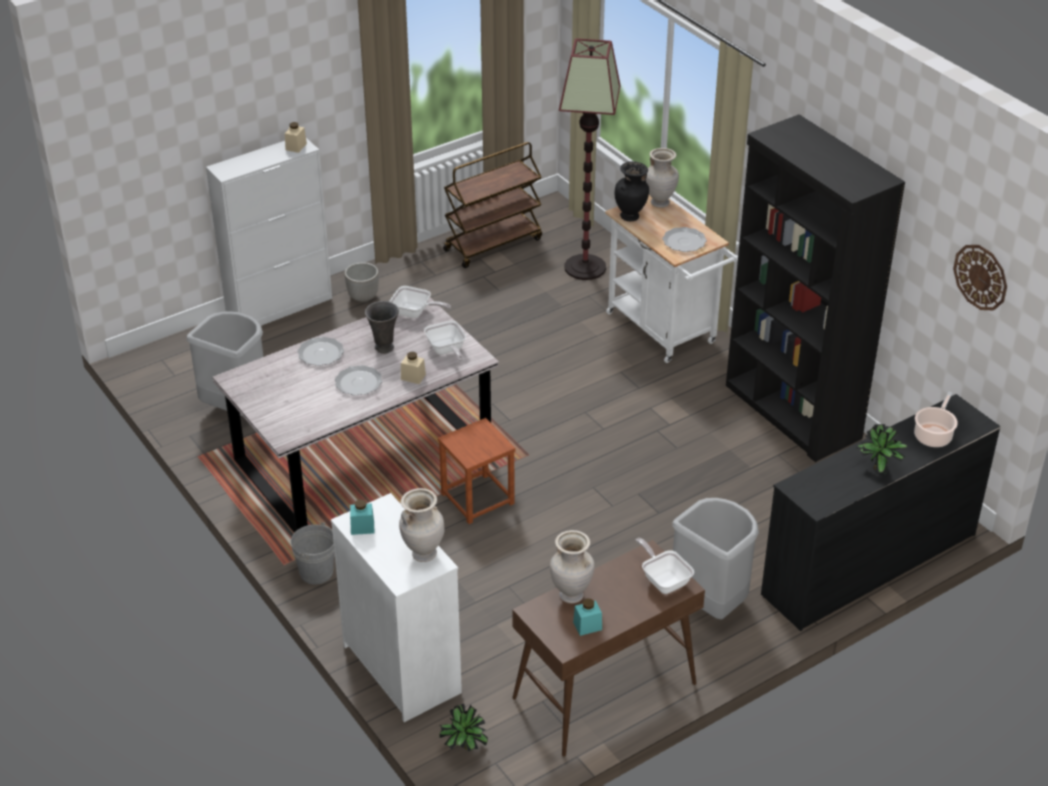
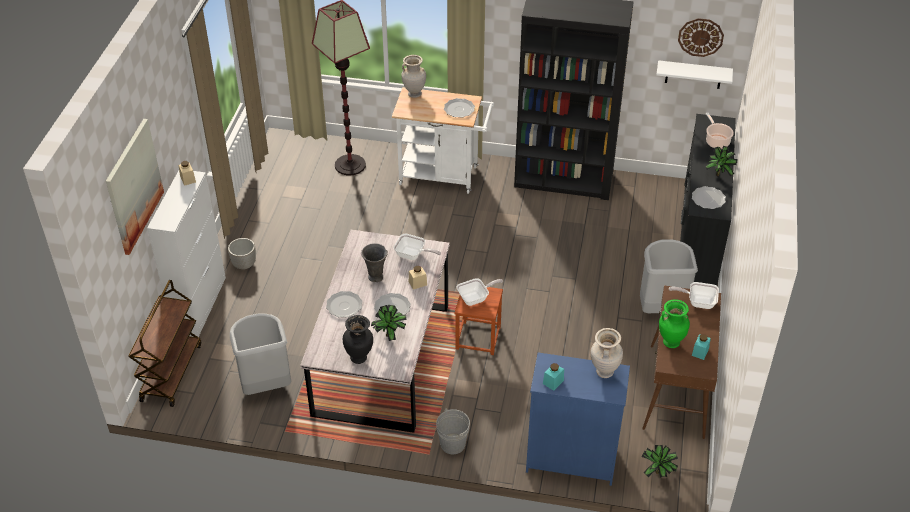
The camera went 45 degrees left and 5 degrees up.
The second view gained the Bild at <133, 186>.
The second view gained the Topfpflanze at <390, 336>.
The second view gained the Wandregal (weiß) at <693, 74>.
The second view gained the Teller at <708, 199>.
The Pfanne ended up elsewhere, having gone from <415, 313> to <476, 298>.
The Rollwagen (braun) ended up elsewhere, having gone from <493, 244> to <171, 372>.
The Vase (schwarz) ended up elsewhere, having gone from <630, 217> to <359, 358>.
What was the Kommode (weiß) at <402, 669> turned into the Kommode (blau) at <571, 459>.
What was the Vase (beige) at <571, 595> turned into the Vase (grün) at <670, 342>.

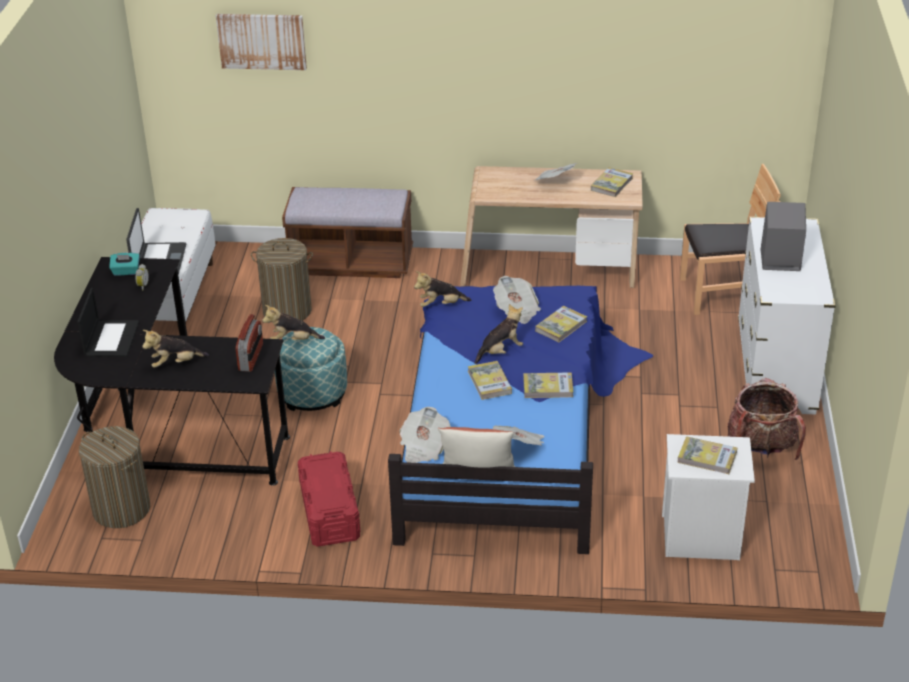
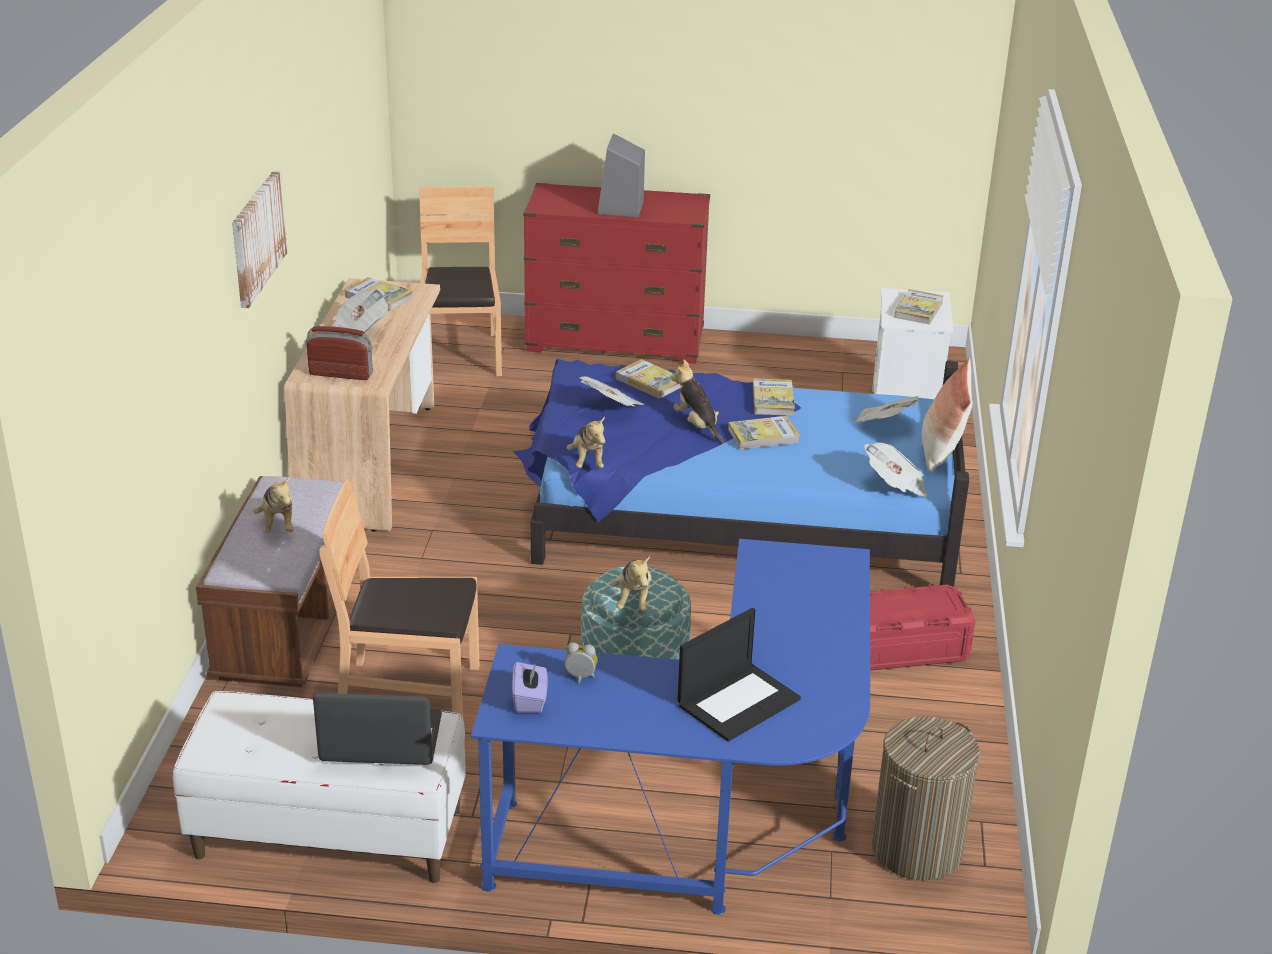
The camera went 90 degrees left and 5 degrees down.
The second view lost the Rucksack at <761, 448>.
The Plüschtier ended up elsewhere, having gone from <175, 363> to <277, 524>.
The Bild ended up elsewhere, having gone from <262, 41> to <257, 237>.
The Radio ended up elsewhere, having gone from <251, 357> to <341, 374>.
Where the Wäschekorb stood at <287, 311>, the Stuhl (braun) came to stand at <409, 694>.
What was the Schreibtisch (schwarz) at <166, 426> turned into the Schreibtisch (blau) at <712, 814>.
What was the Taschentuchbox (türkis) at <126, 271> turned into the Taschentuchbox (lila) at <530, 700>.
What was the Kommode (weiß) at <776, 368> turned into the Kommode (rot) at <615, 342>.
The Laptop at <111, 338> ended up facing another way, 135 degrees clockwise from before.

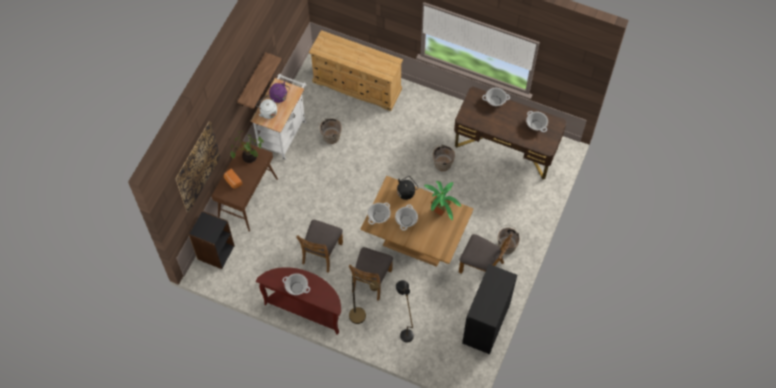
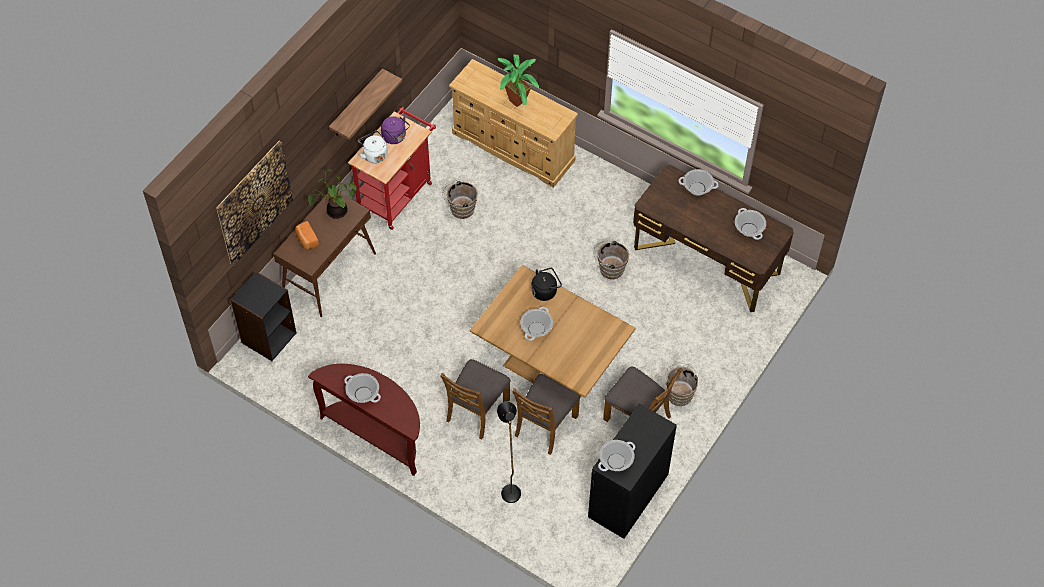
The camera went 10 degrees right and 5 degrees down.
The second view lost the Stehlampe (braun) at <362, 317>.
The Stuhl (braun) ended up elsewhere, having gone from <321, 253> to <545, 425>.
The Kochtopf ended up elsewhere, having gone from <379, 216> to <616, 461>.
The Topfpflanze ended up elsewhere, having gone from <441, 212> to <518, 103>.
What was the Rollwagen (weiß) at <283, 132> turned into the Rollwagen (rot) at <397, 193>.

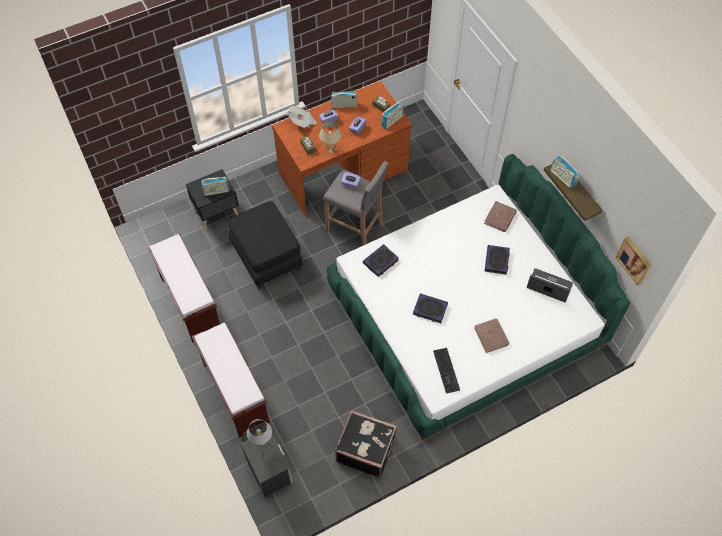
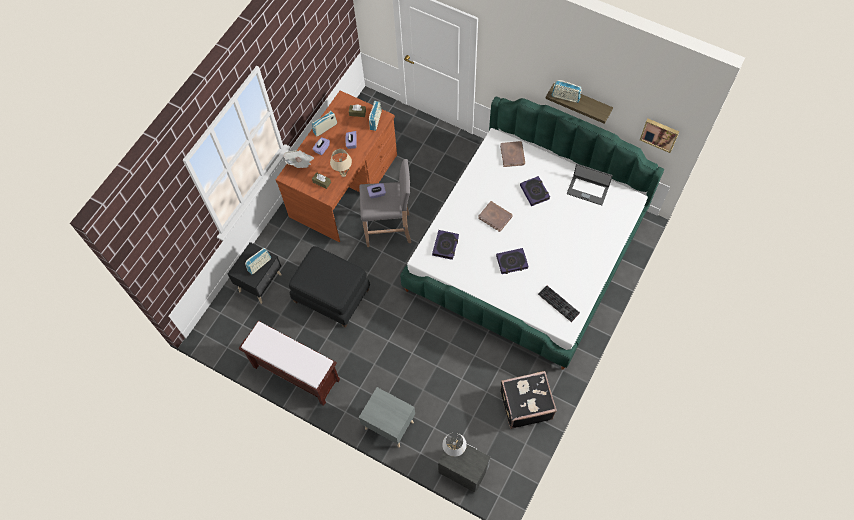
The camera went 30 degrees left and 5 degrees up.
The Buch (braun) ended up elsewhere, having gone from <491, 336> to <495, 217>.
Where the Bank (braun) stood at <235, 392>, the Nachttisch (grau) came to stand at <389, 424>.
The Laptop at <549, 286> ended up facing another way, 150 degrees counterclockwise from before.

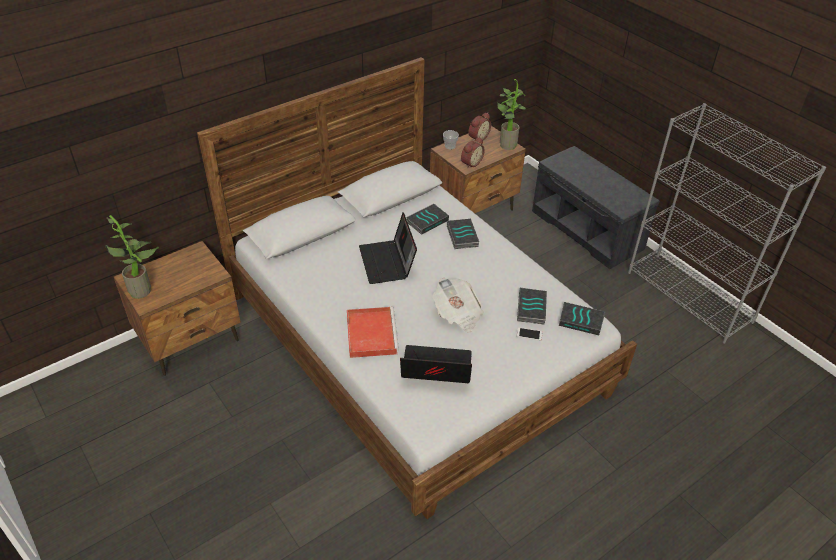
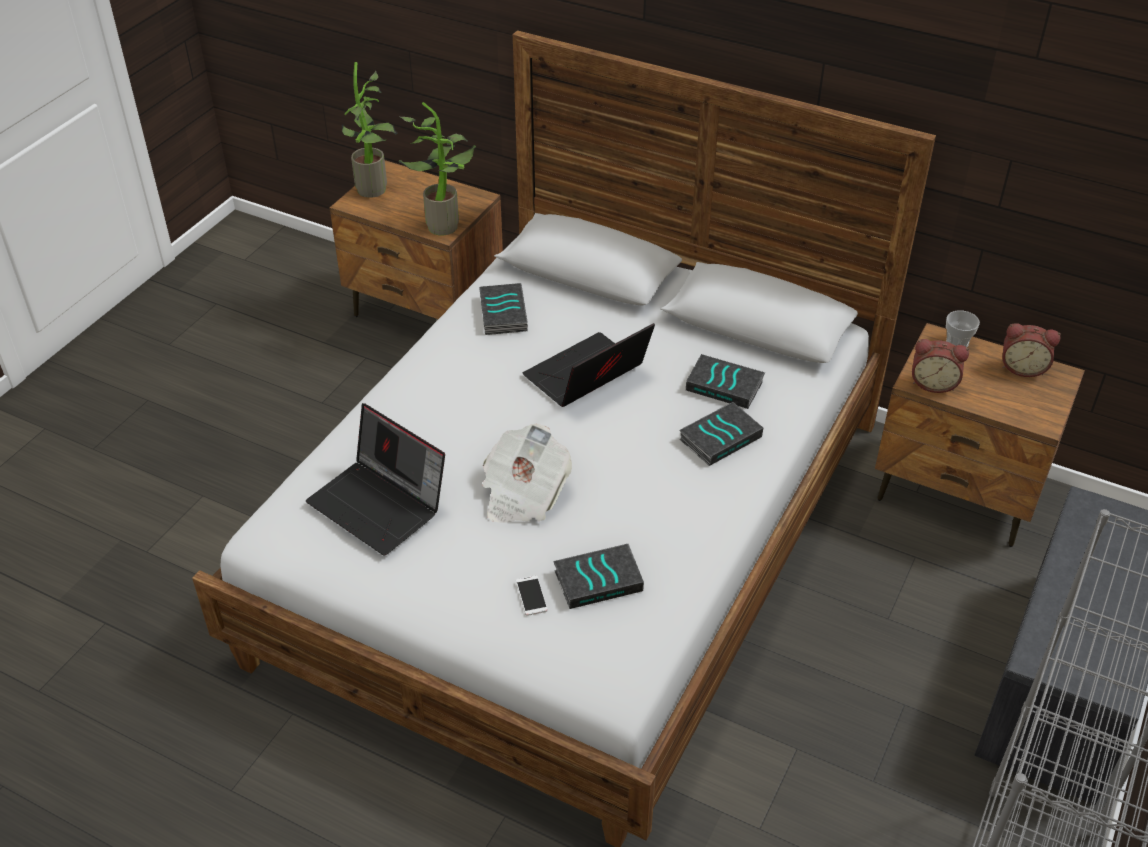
The camera went 65 degrees right and 0 degrees up.
The second view lost the Tablett (rot) at <371, 333>.
The Topfpflanze ended up elsewhere, having gone from <506, 144> to <445, 224>.
The Buch ended up elsewhere, having gone from <581, 321> to <505, 314>.
The Laptop at <435, 370> ended up facing another way, 150 degrees clockwise from before.

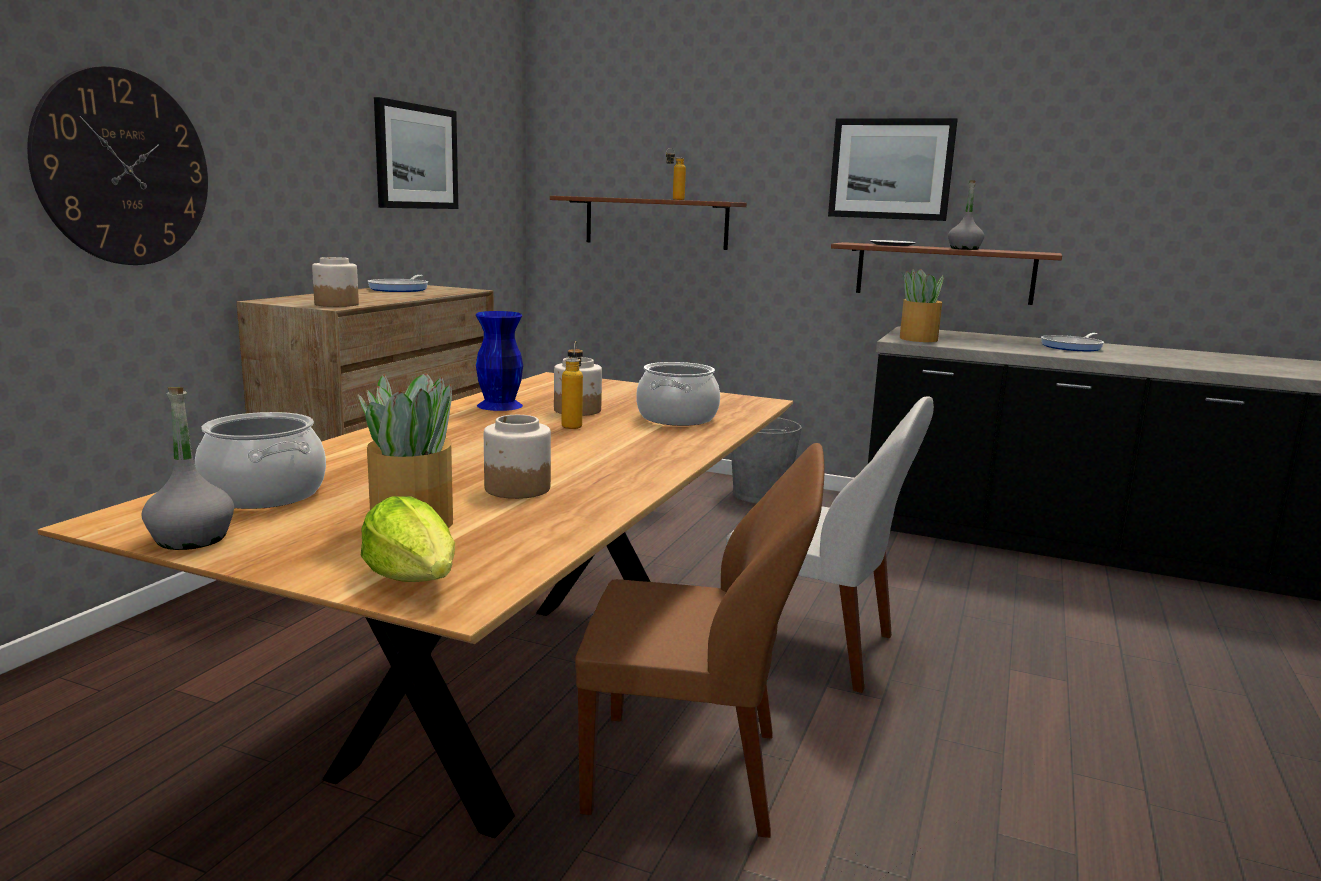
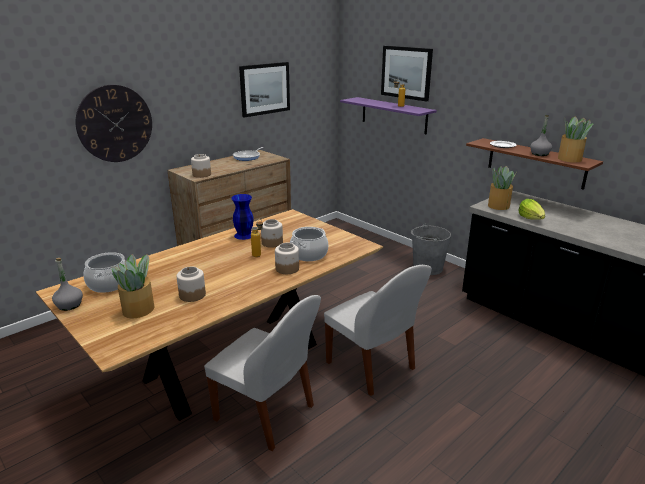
The camera went 25 degrees right and 10 degrees up.
The second view lost the Pfanne at <1073, 347>.
The second view gained the Vorratsglas at <287, 269>.
The second view gained the Topfpflanze at <569, 159>.
The Salatkopf ended up elsewhere, having gone from <414, 578> to <531, 218>.
The Bild ended up elsewhere, having gone from <891, 169> to <406, 72>.
What was the Wandregal (braun) at <656, 222> turned into the Wandregal (lila) at <394, 115>.
What was the Stuhl (braun) at <690, 773> turned into the Stuhl (weiß) at <266, 414>.

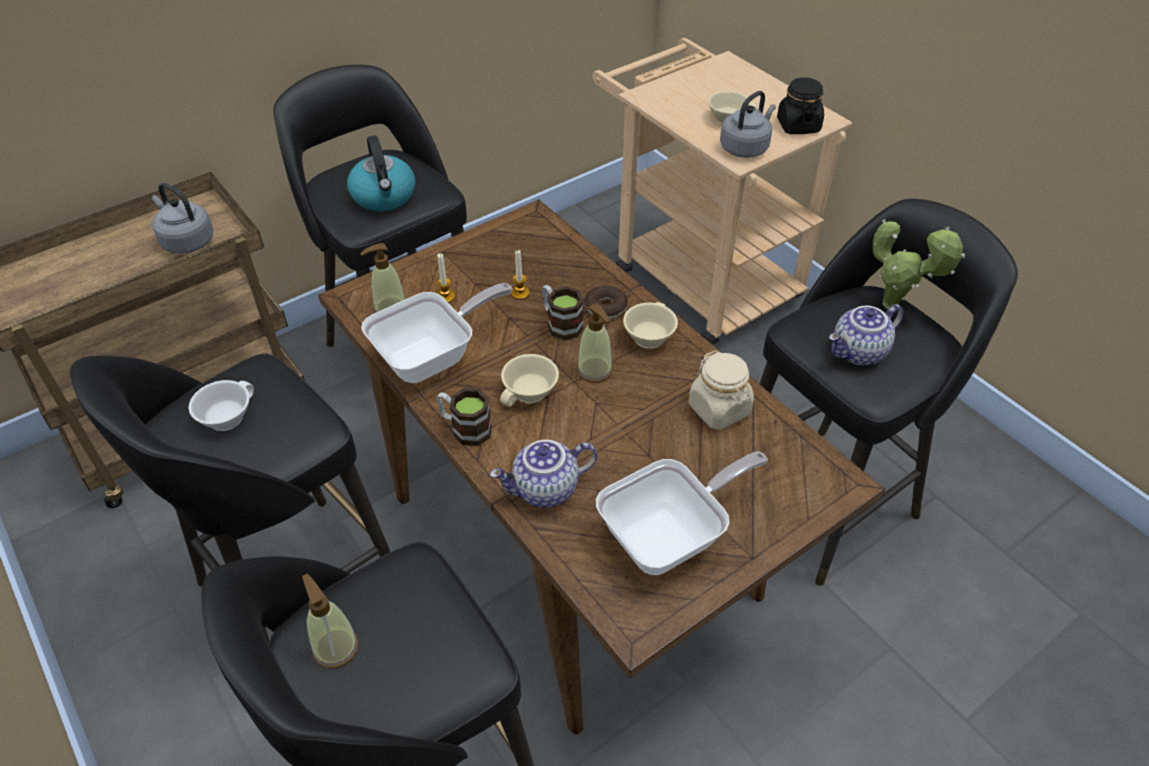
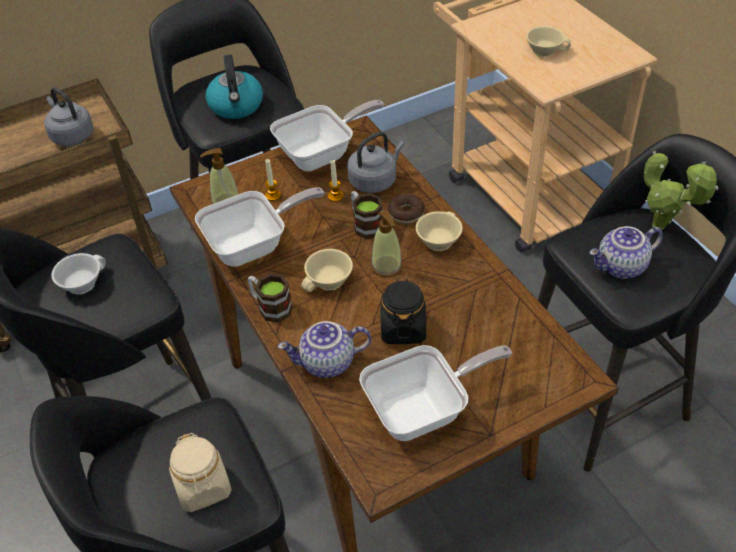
The camera went 10 degrees right and 0 degrees up.
The second view lost the Seifenspender at <335, 647>.
The second view gained the Pfanne at <322, 154>.
The Vorratsglas (beige) ended up elsewhere, having gone from <719, 409> to <203, 487>.
The Wasserkessel (grau) ended up elsewhere, having gone from <745, 147> to <375, 181>.
The Vorratsglas (schwarz) ended up elsewhere, having gone from <798, 126> to <403, 328>.

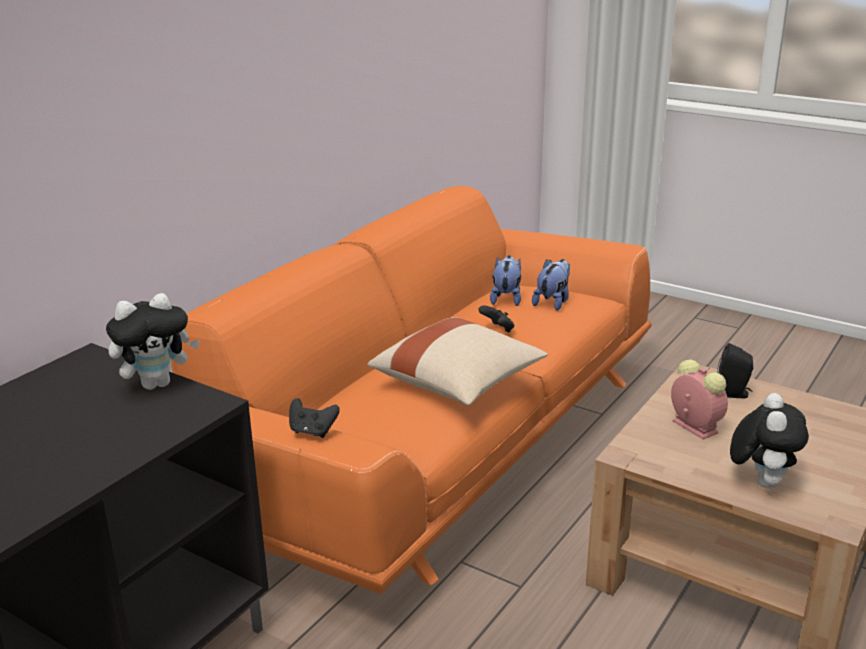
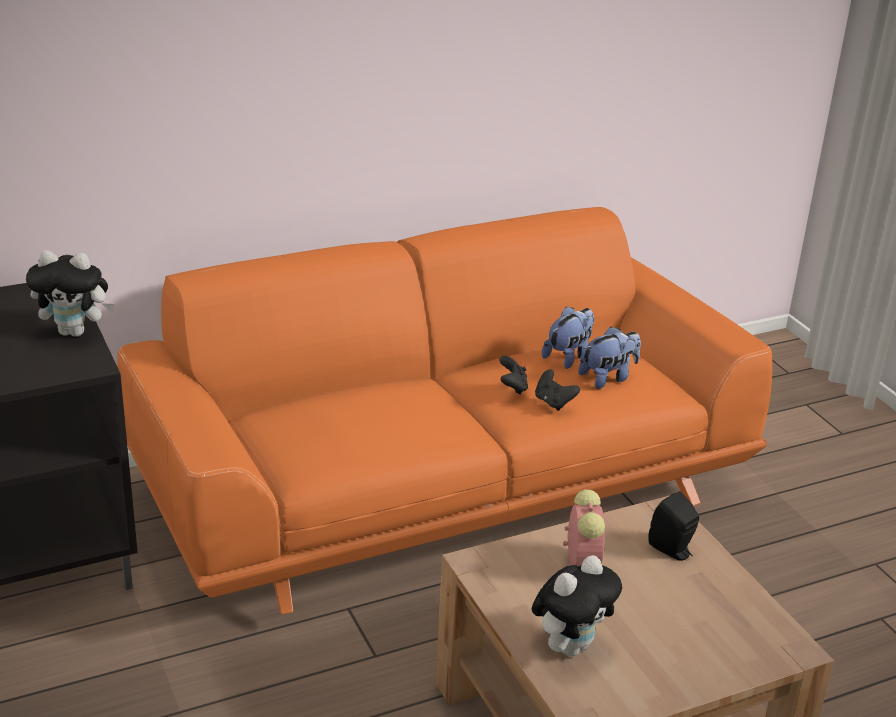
The camera went 30 degrees right and 5 degrees up.
The second view lost the Kissen (beige) at <458, 383>.
The Gamepad (schwarz) ended up elsewhere, having gone from <312, 431> to <553, 402>.

